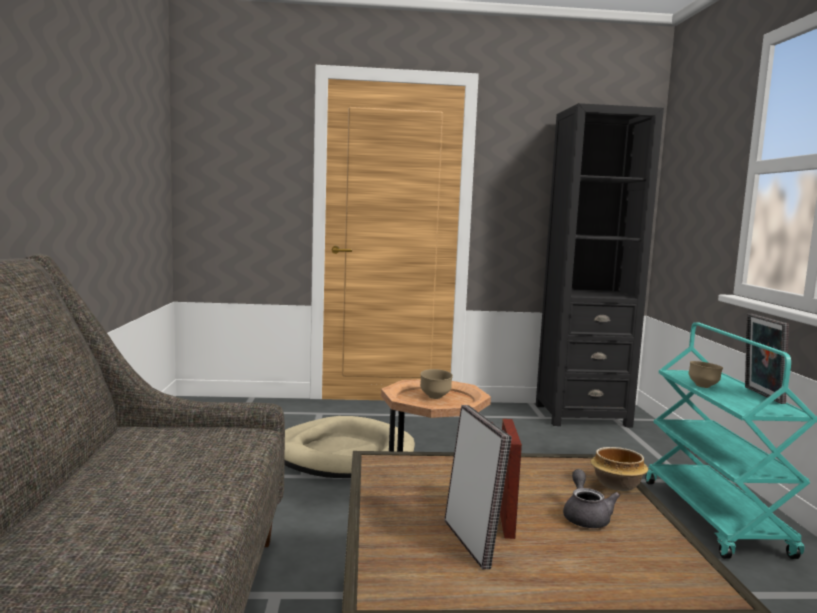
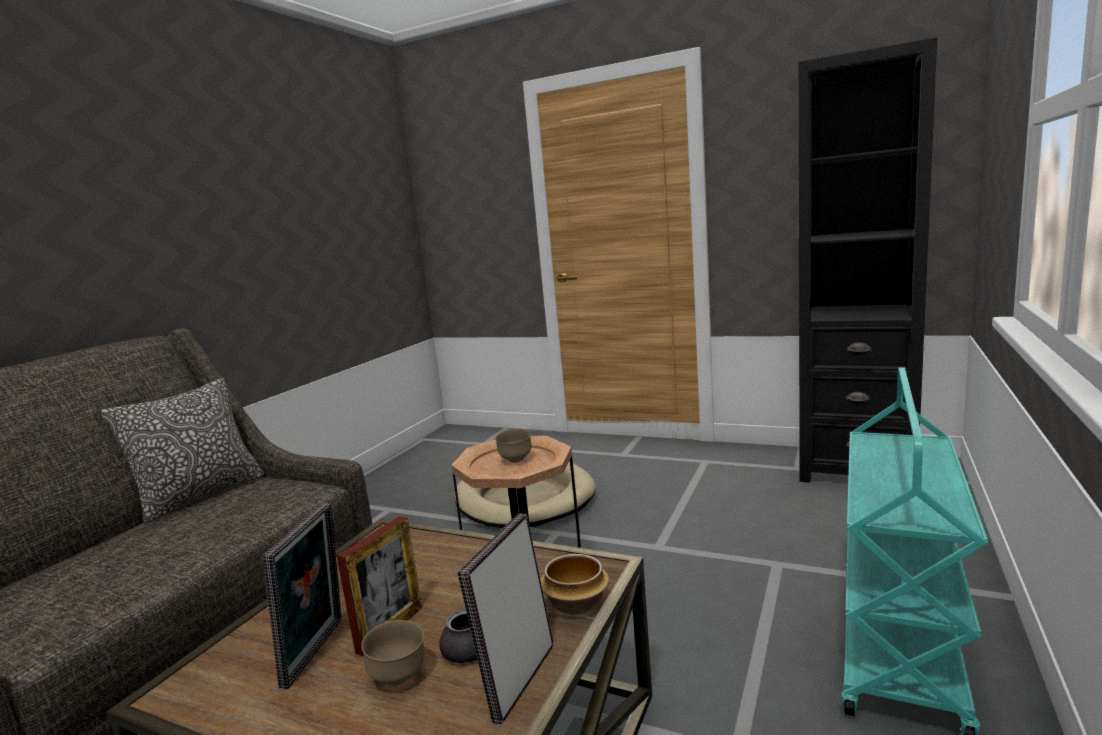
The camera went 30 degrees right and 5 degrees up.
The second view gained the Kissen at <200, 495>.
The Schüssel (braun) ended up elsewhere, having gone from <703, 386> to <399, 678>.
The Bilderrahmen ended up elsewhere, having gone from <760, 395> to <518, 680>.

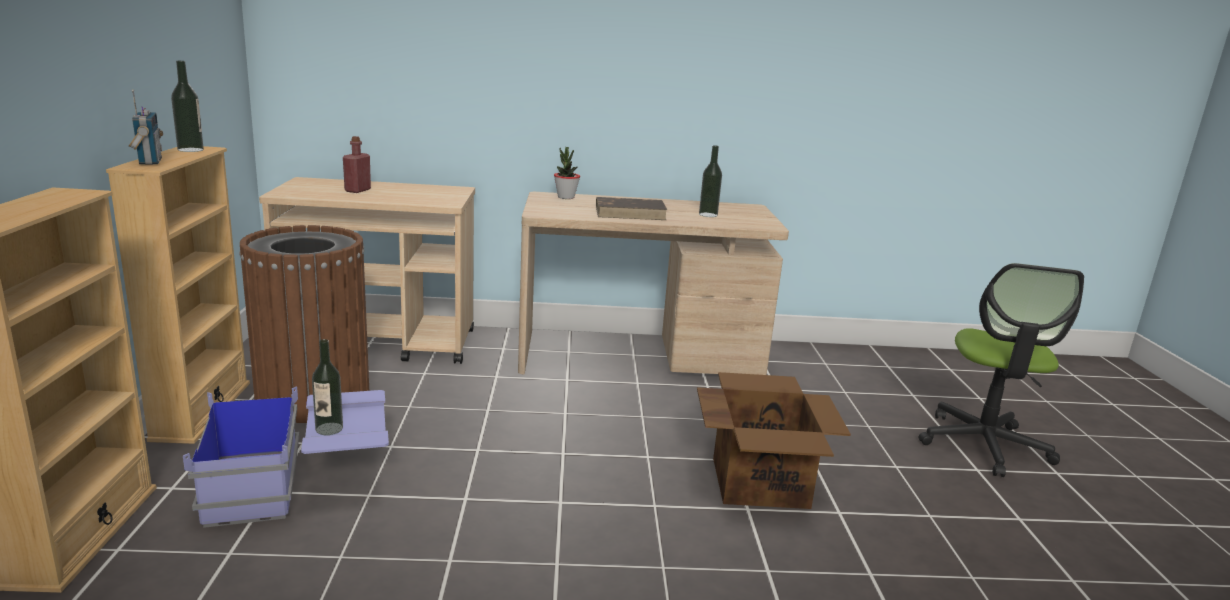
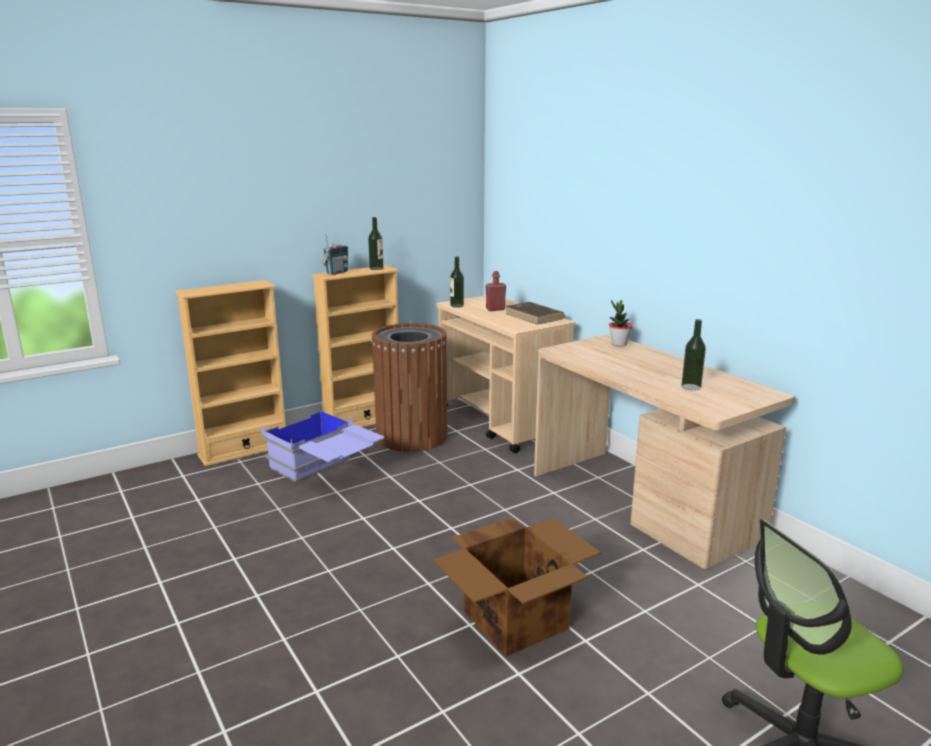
The camera went 60 degrees right and 0 degrees up.
The Flasche ended up elsewhere, having gone from <329, 429> to <457, 305>.
The Buch (braun) ended up elsewhere, having gone from <631, 213> to <534, 316>.

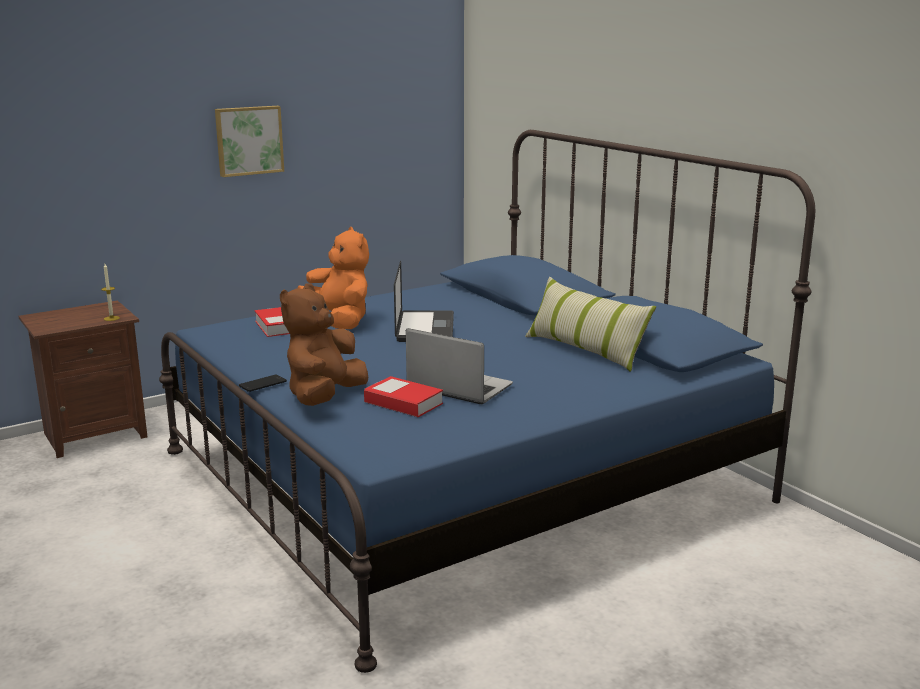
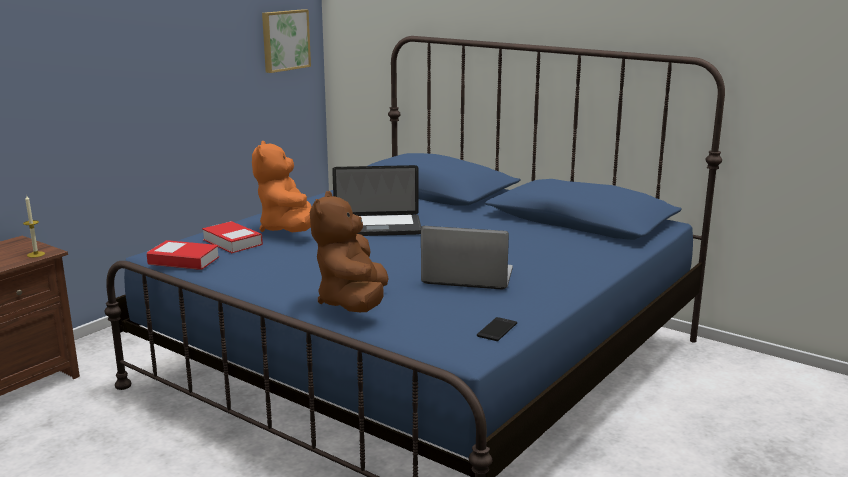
The camera went 20 degrees left and 0 degrees up.
The second view lost the Kissen at <585, 350>.
The Bild ended up elsewhere, having gone from <248, 140> to <284, 40>.
The Handy ended up elsewhere, having gone from <263, 384> to <497, 330>.
The Buch ended up elsewhere, having gone from <403, 403> to <183, 261>.
The Plüschtier (orange) at <340, 321> ended up facing another way, 135 degrees counterclockwise from before.
The Laptop at <425, 328> ended up facing another way, 105 degrees clockwise from before.

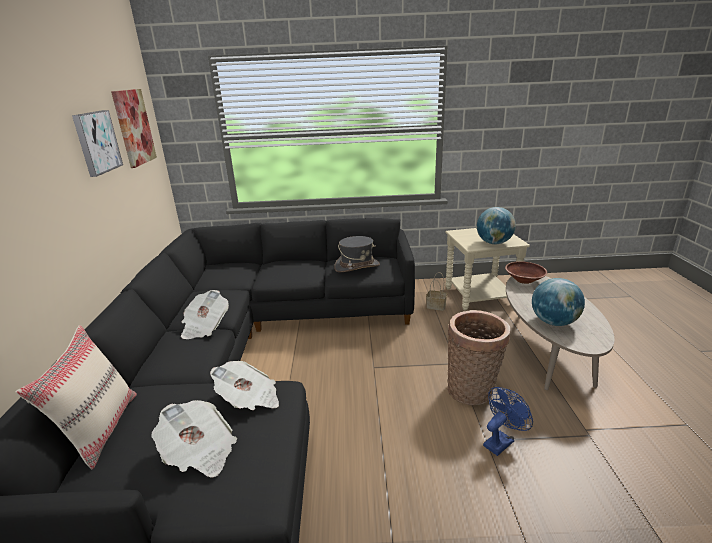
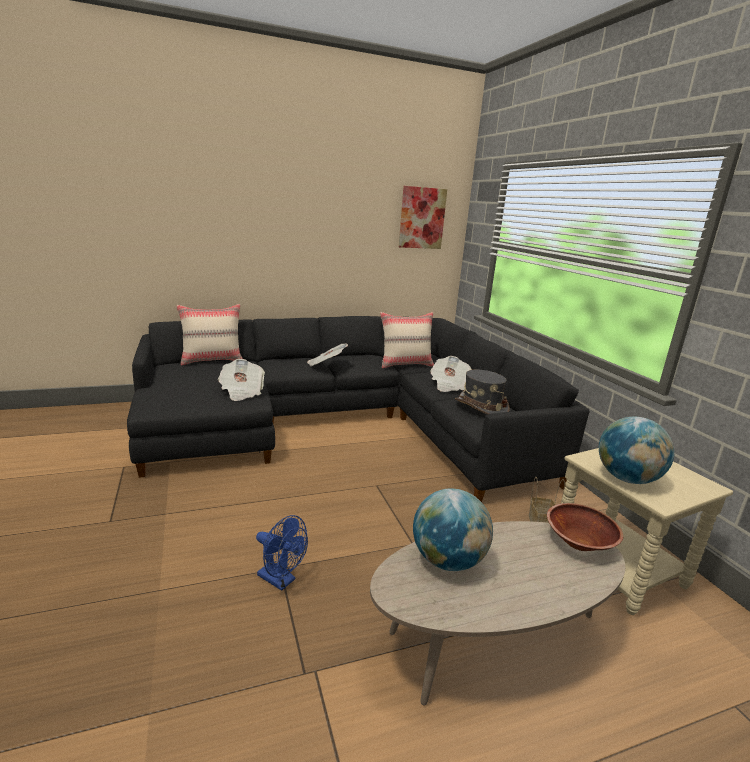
The camera went 70 degrees right and 5 degrees down.
The second view lost the Bild at <96, 142>.
The second view lost the Korb at <472, 390>.
The second view gained the Kissen (beige) at <405, 364>.
The Zeitung ended up elsewhere, having gone from <200, 452> to <448, 385>.

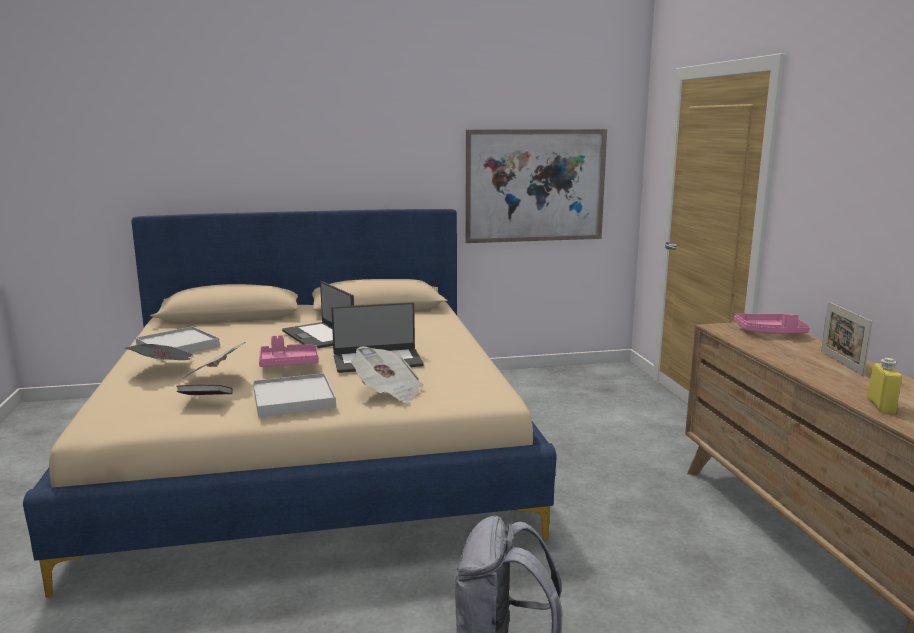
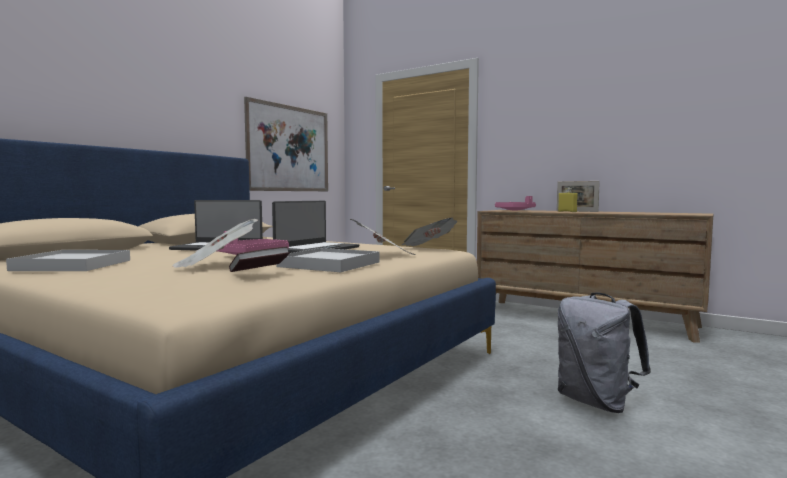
The camera went 45 degrees left and 10 degrees down.
The Zeitung ended up elsewhere, having gone from <165, 369> to <428, 248>.
The Flasche (gelb) ended up elsewhere, having gone from <881, 406> to <567, 211>.

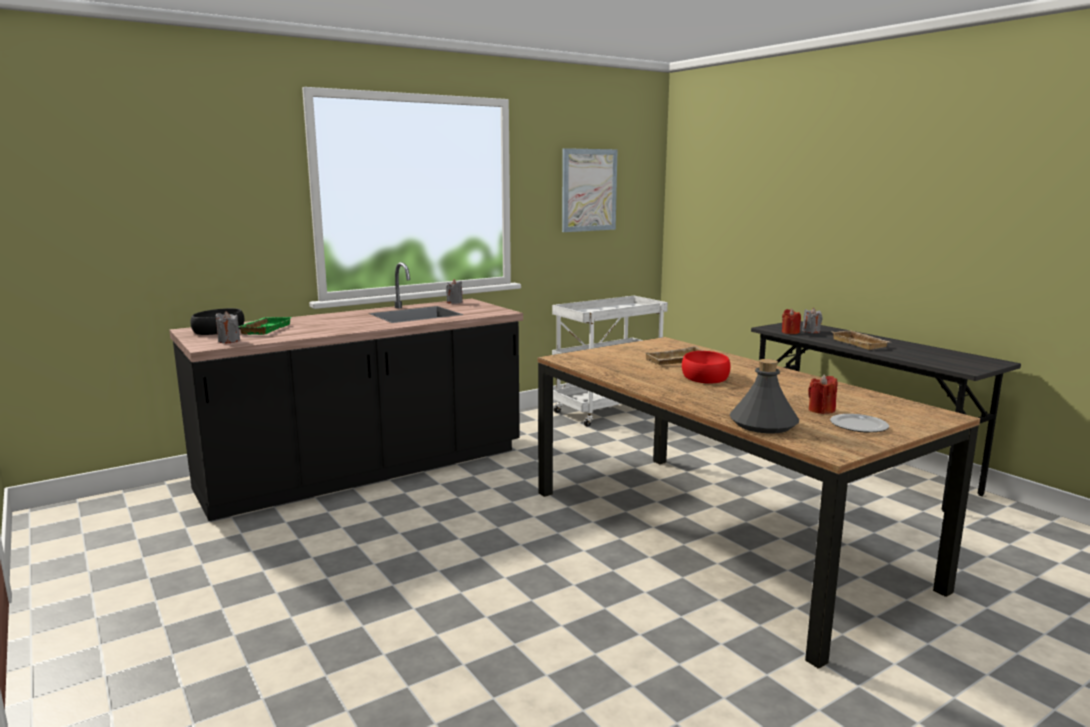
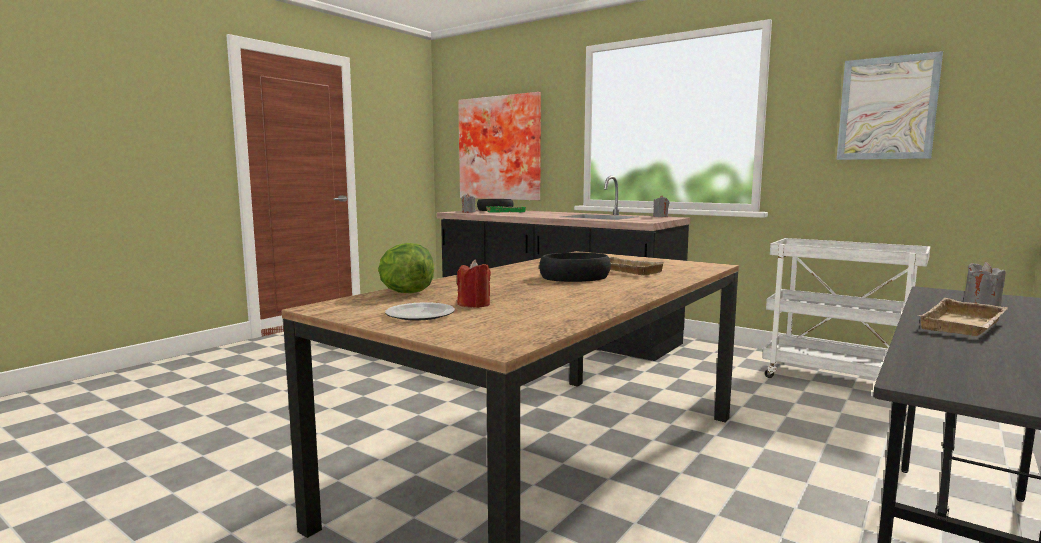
The camera went 70 degrees right and 5 degrees down.
The second view lost the Kerze (rot) at <790, 332>.
The second view gained the Bild at <501, 148>.
Where the Flasche (grau) stood at <764, 424>, the Salatkopf came to stand at <406, 292>.
What was the Schüssel (rot) at <704, 376> turned into the Schüssel (schwarz) at <575, 277>.

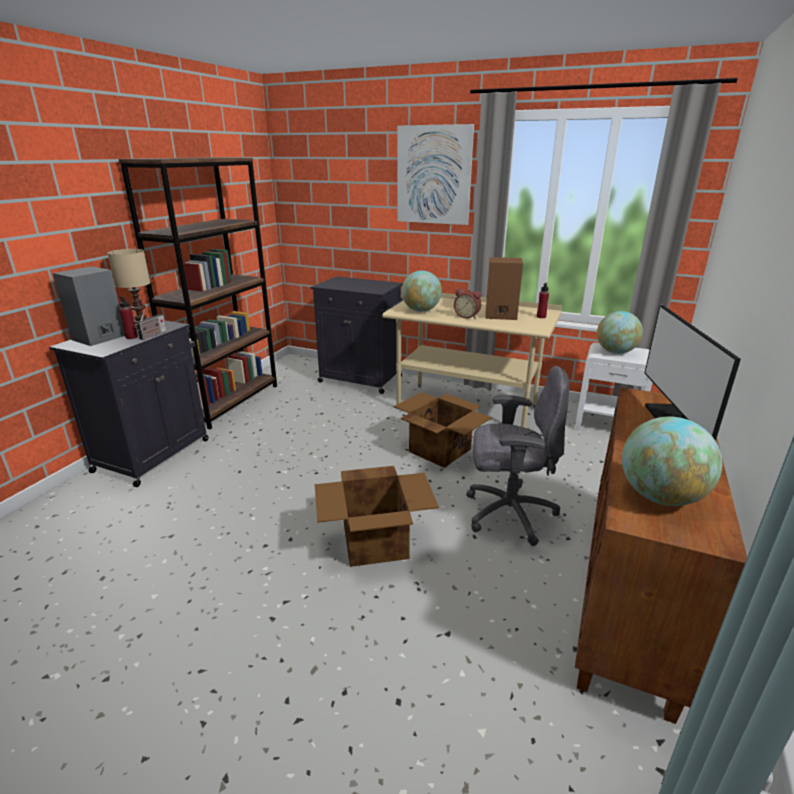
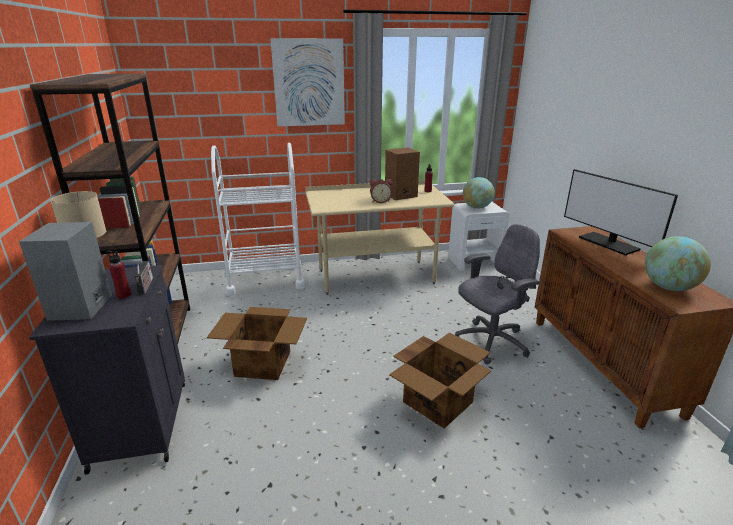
The camera went 35 degrees left and 0 degrees up.
The second view lost the Globus at <421, 310>.
The Karton ended up elsewhere, having gone from <439, 450> to <262, 363>.
Where the Schrank (schwarz) stood at <362, 380>, the Rollwagen (weiß) came to stand at <266, 279>.

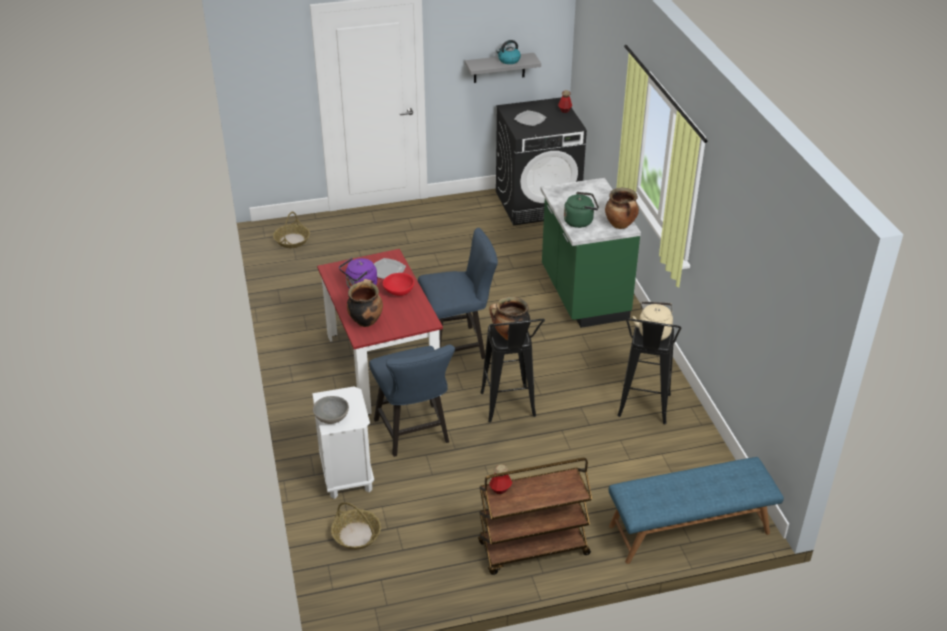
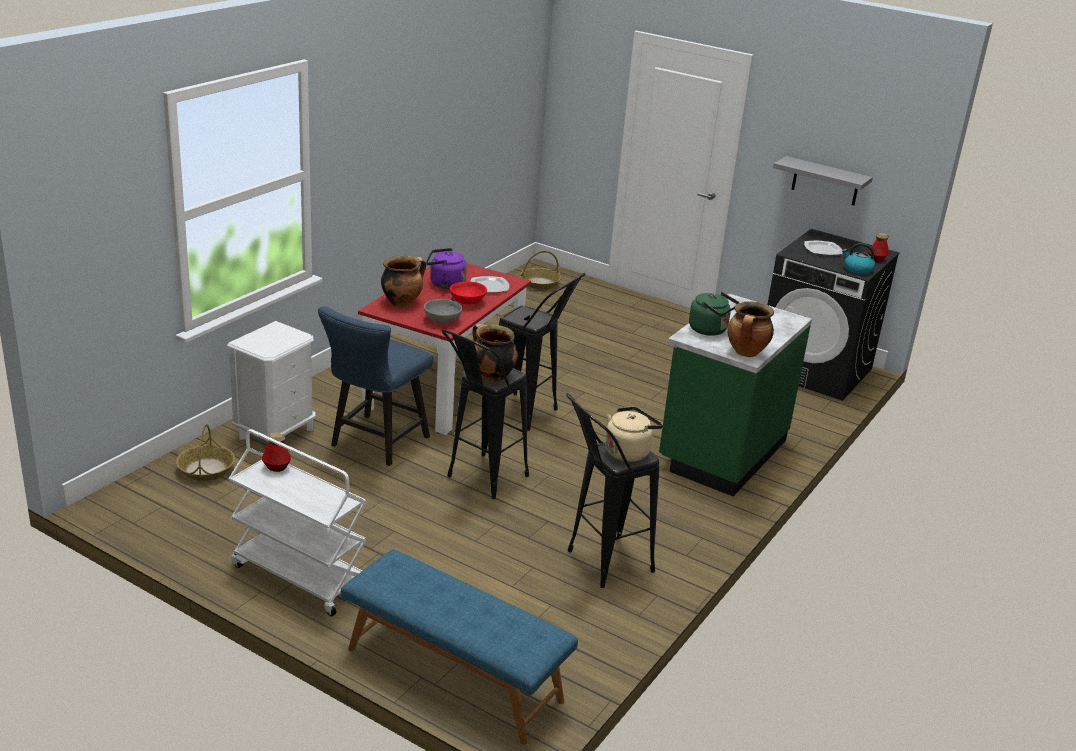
The camera went 45 degrees right and 10 degrees down.
The Schüssel (grau) ended up elsewhere, having gone from <332, 417> to <443, 320>.
The Wasserkessel ended up elsewhere, having gone from <508, 60> to <857, 269>.
Where the Stuhl (blau) stood at <458, 345>, the Hocker (schwarz) came to stand at <531, 415>.
What was the Rollwagen (braun) at <533, 549> turned into the Rollwagen (weiß) at <298, 577>.

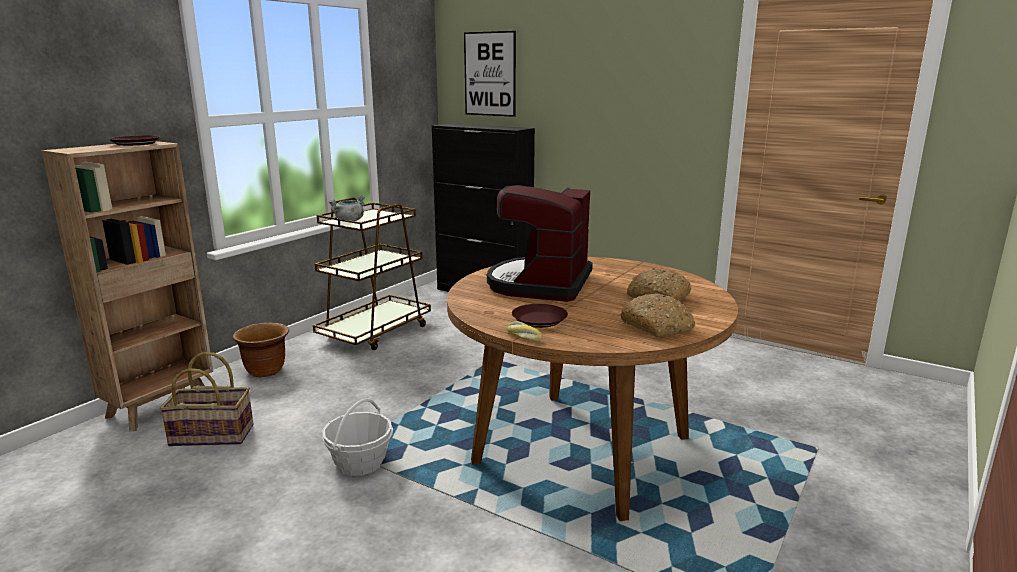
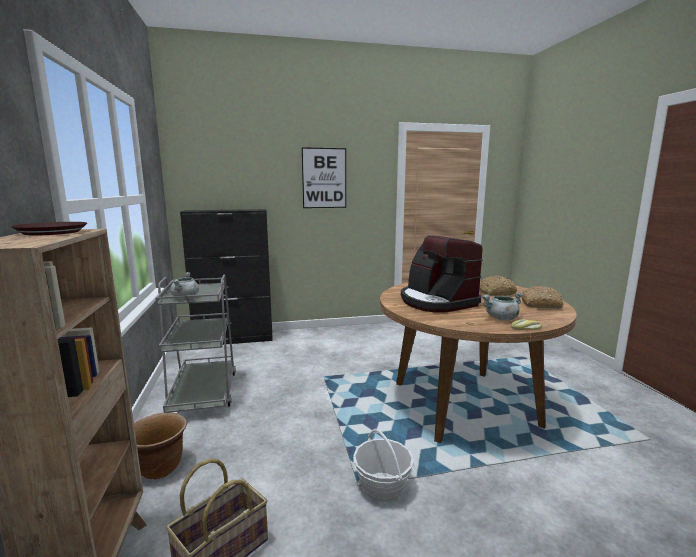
The camera went 45 degrees left and 5 degrees down.
The Bild ended up elsewhere, having gone from <490, 74> to <324, 178>.
Where the Teller (braun) stood at <538, 320>, the Kochtopf (grau) came to stand at <501, 318>.
What was the Rollwagen (braun) at <375, 332> turned into the Rollwagen (grau) at <204, 393>.

